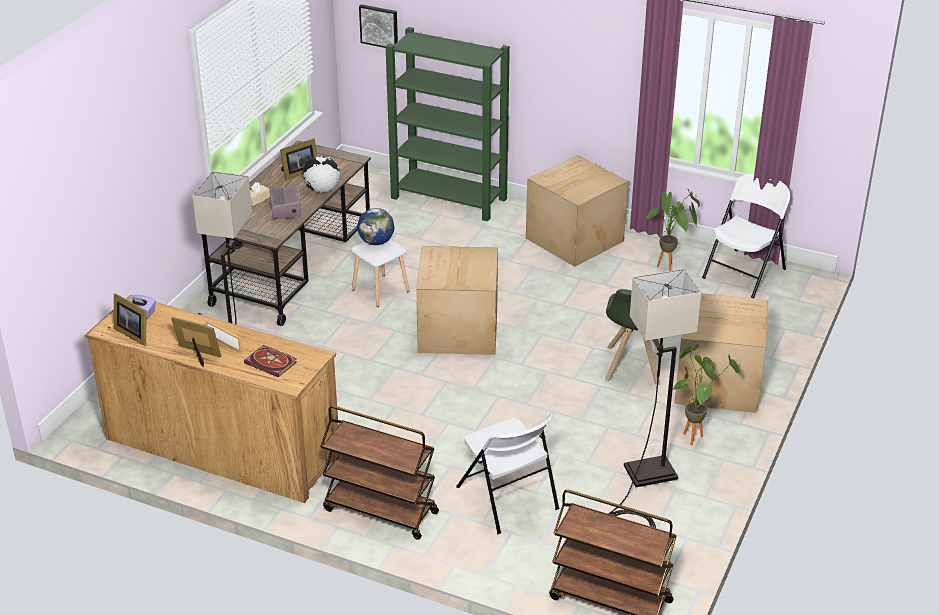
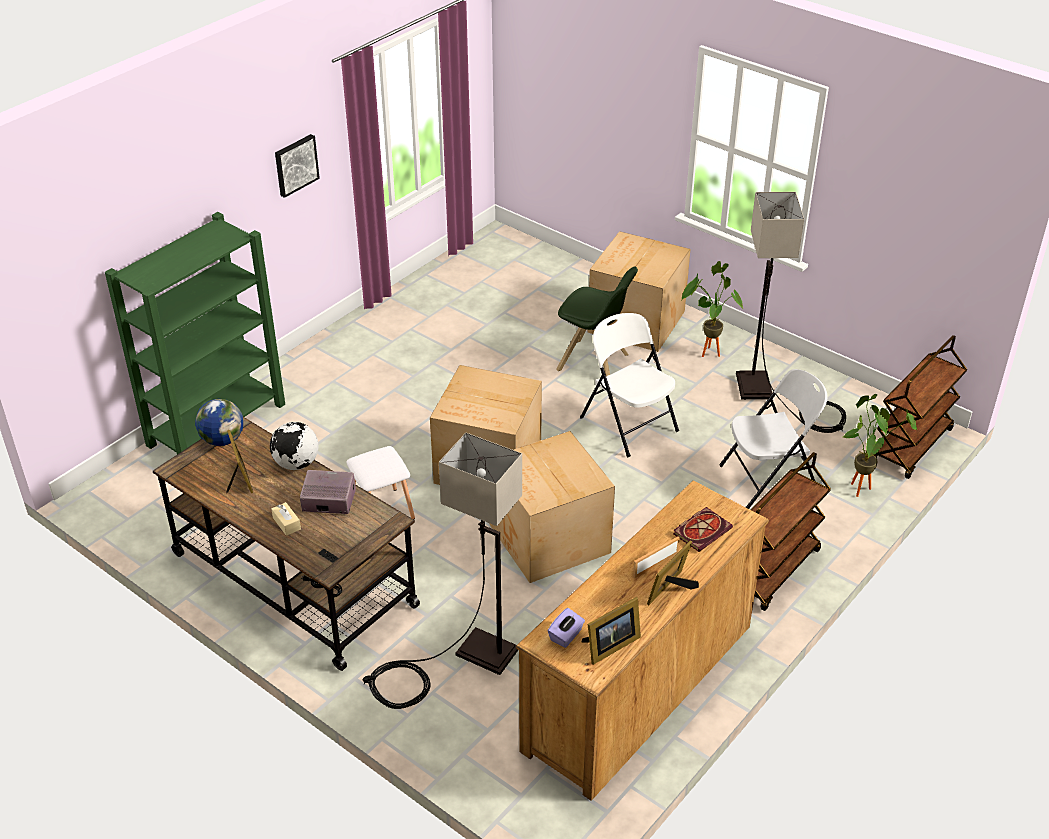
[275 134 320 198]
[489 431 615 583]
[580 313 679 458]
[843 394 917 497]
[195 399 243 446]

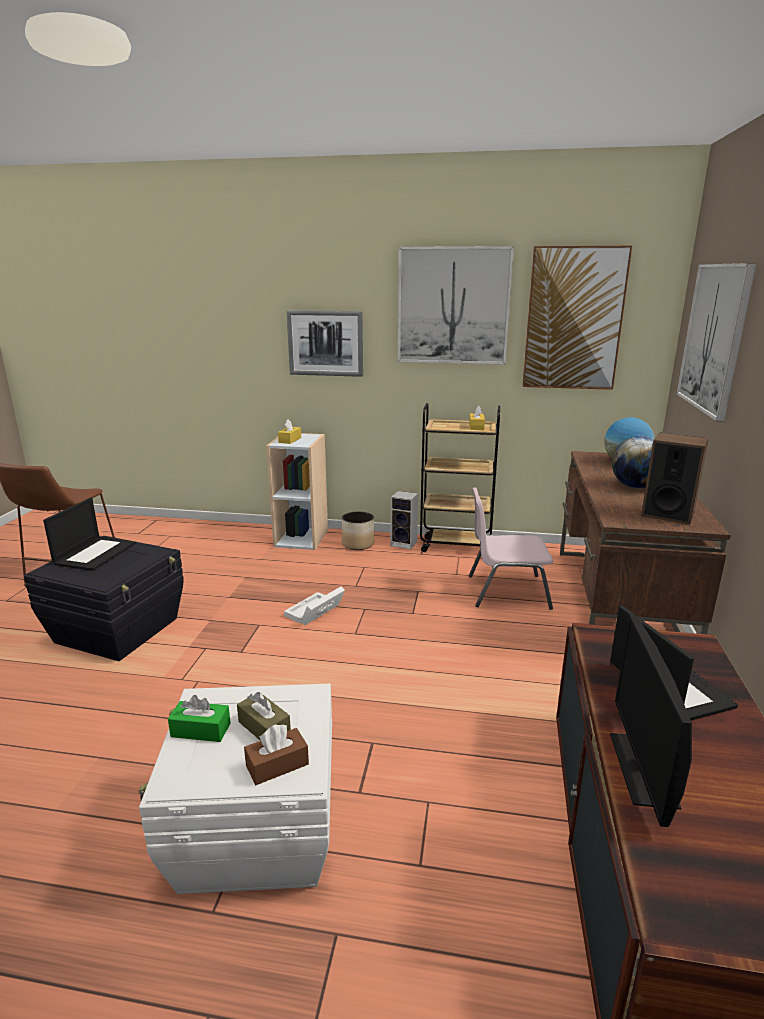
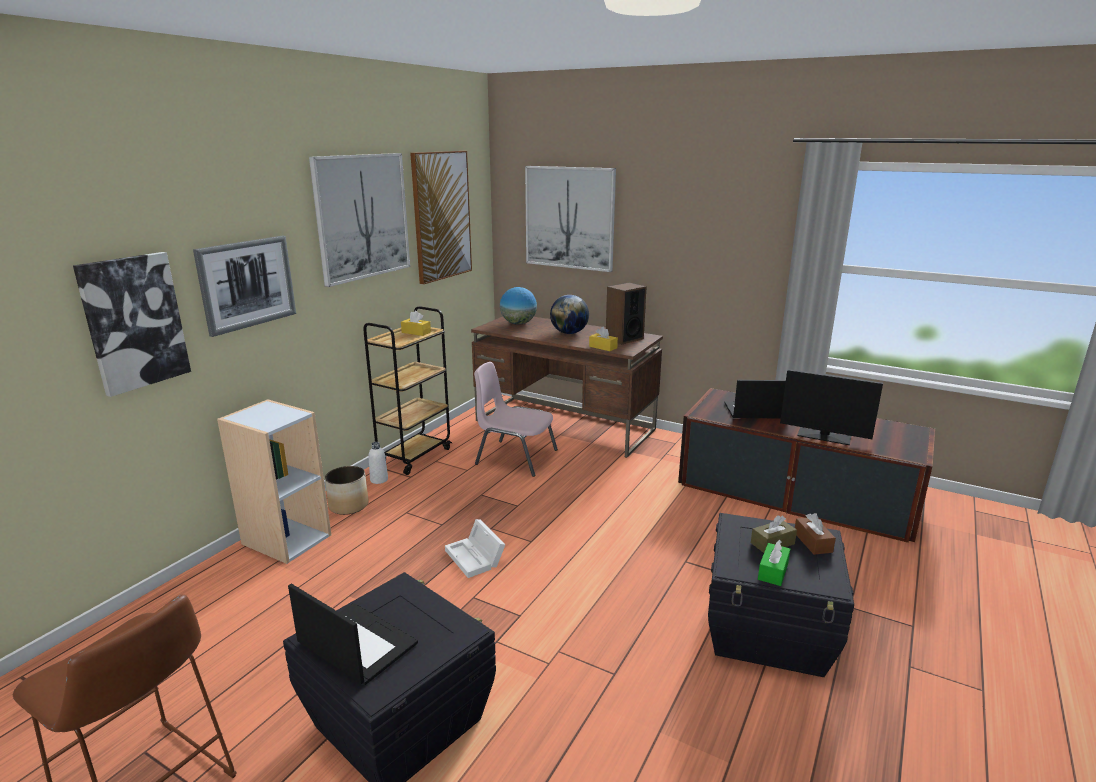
[589 327 618 351]
[474 362 558 477]
[368 442 388 484]
[708 513 854 677]
[73 252 191 397]

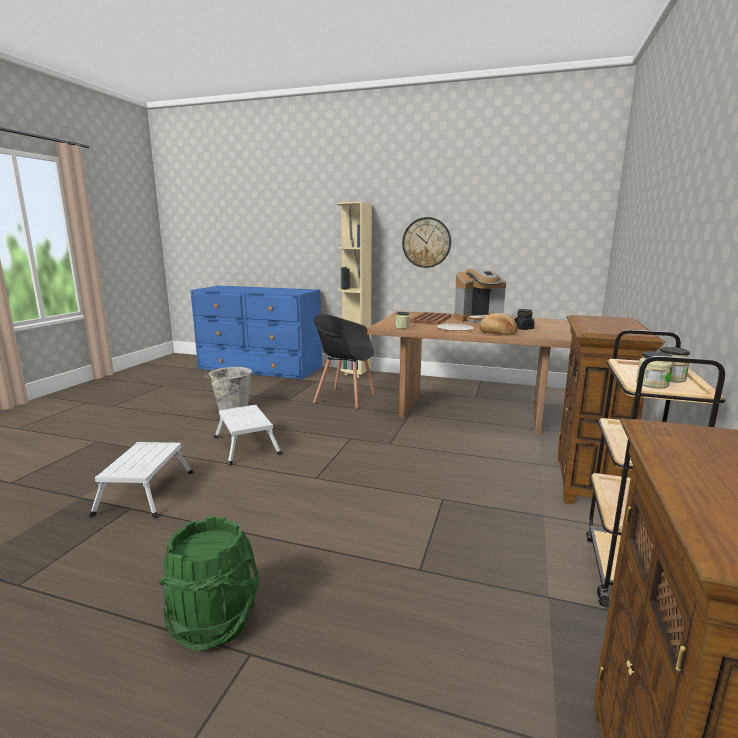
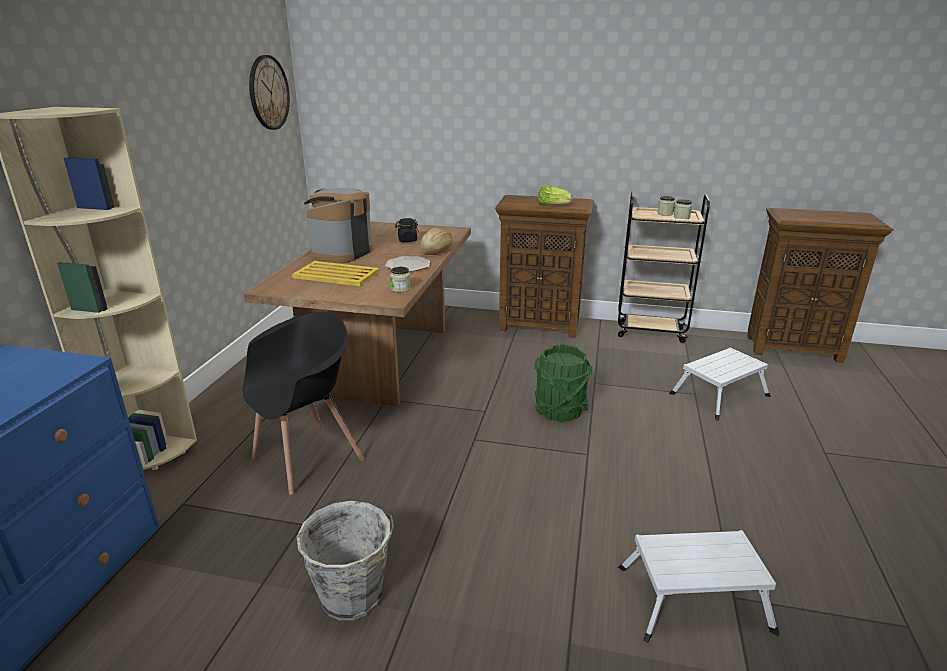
[249 55 290 130]
[304 188 373 263]
[292 261 379 286]
[243 312 365 495]
[669 348 771 421]
[534 344 592 422]
[538 185 573 205]

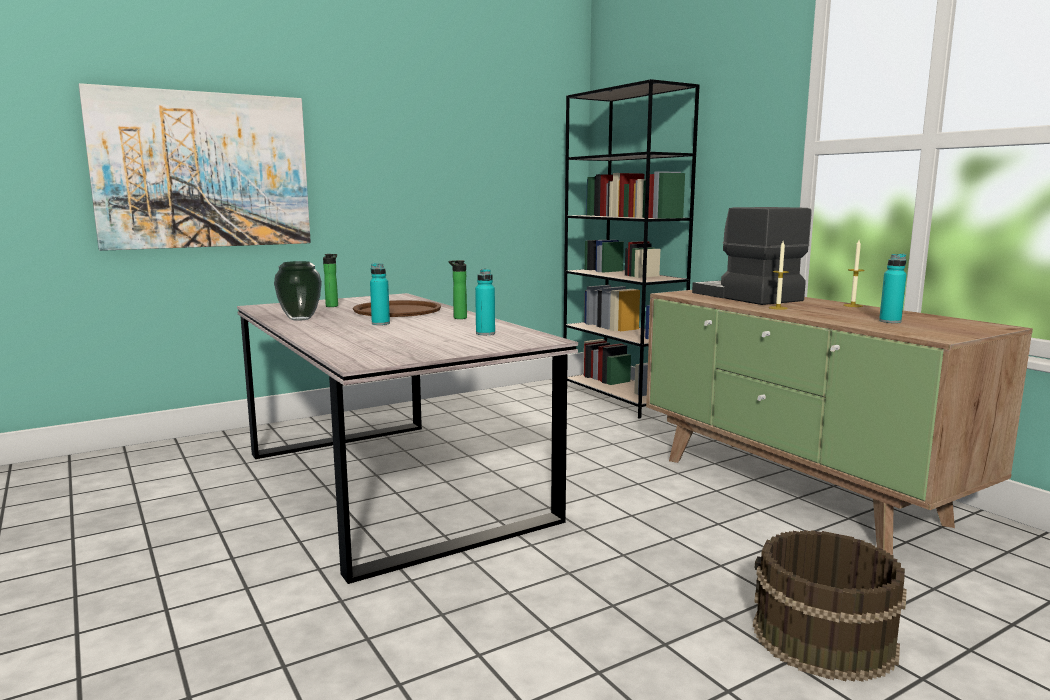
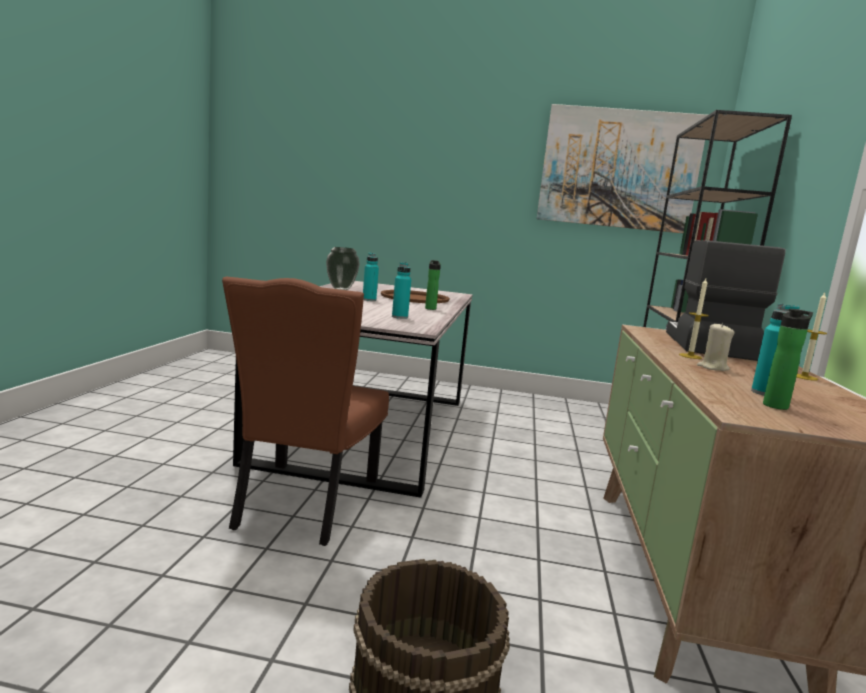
[536 104 708 233]
[763 309 813 410]
[222 277 389 546]
[697 323 734 371]

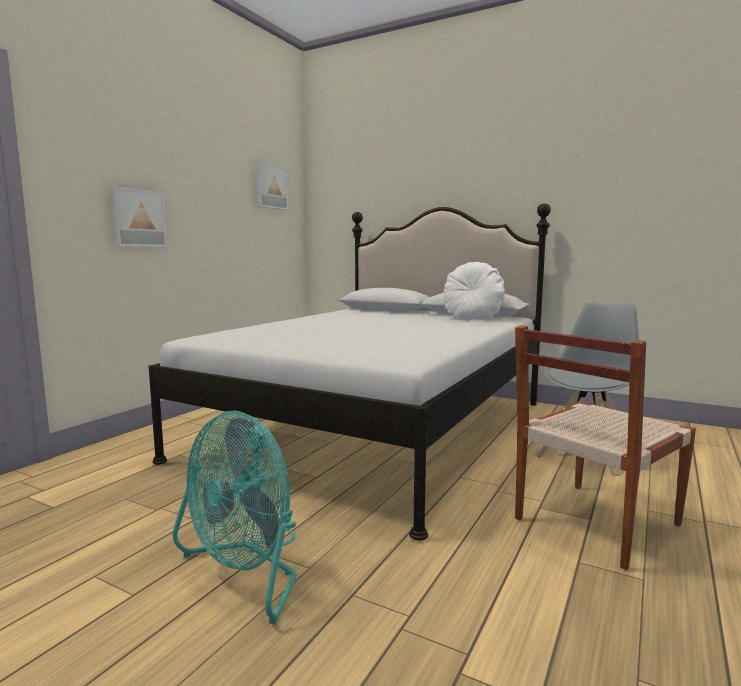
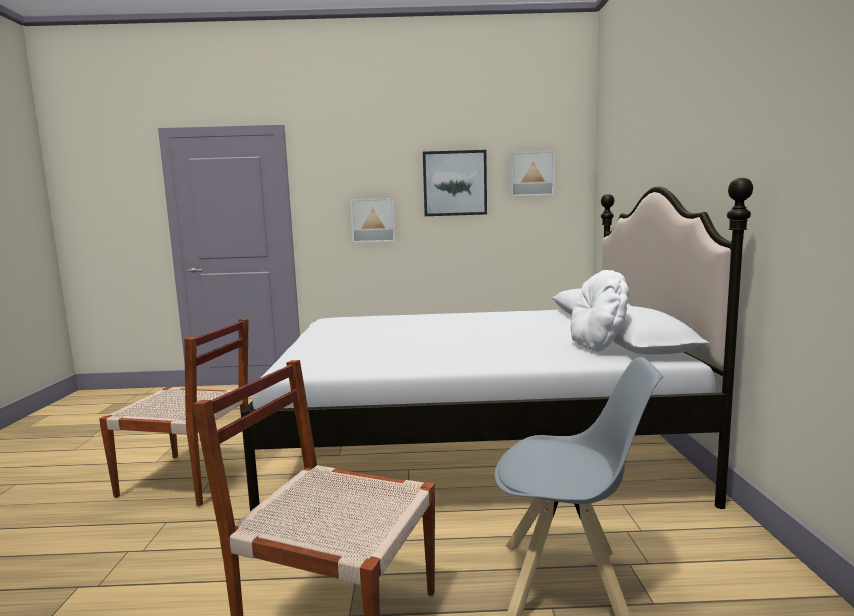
[99 318 249 506]
[423 150 487 216]

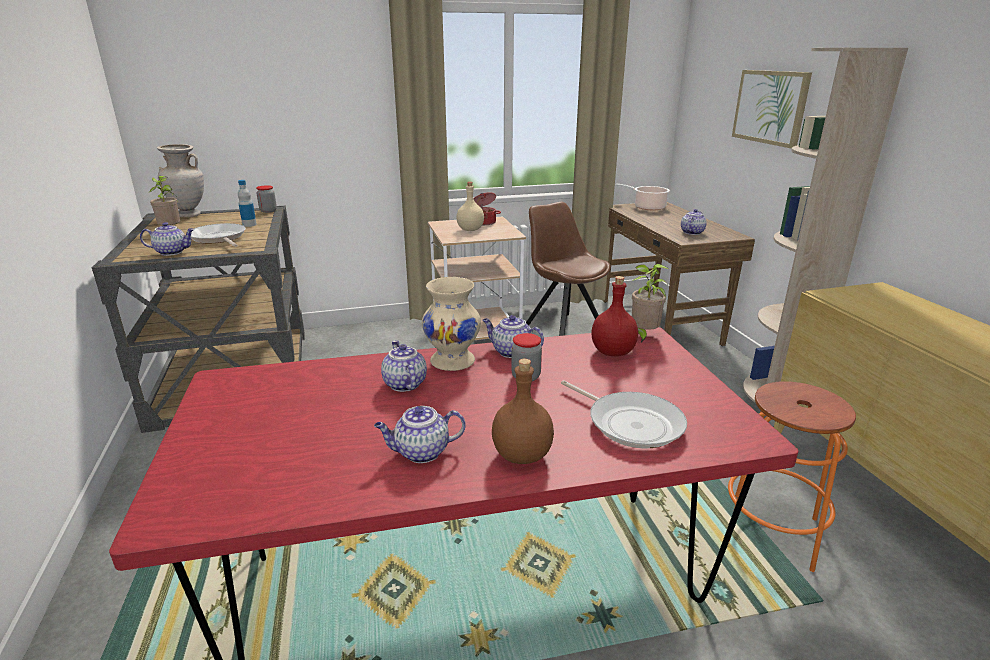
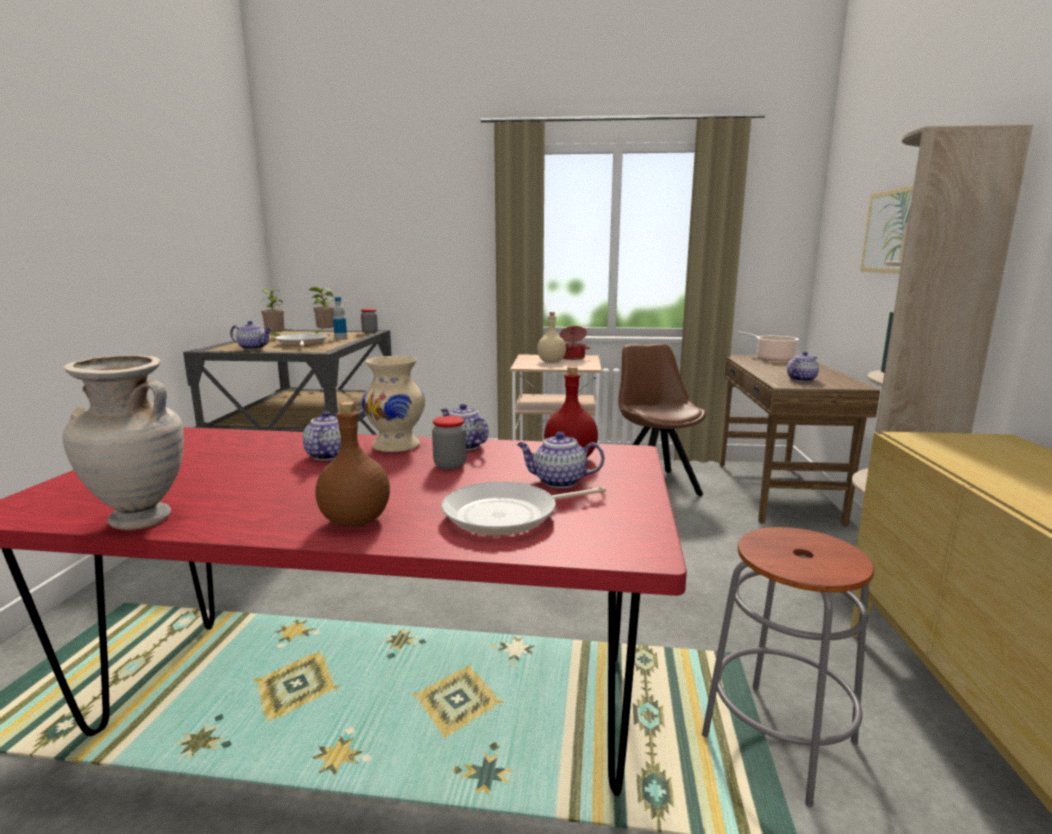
[62 355 184 530]
[308 287 334 333]
[441 482 606 536]
[702 527 874 808]
[517 432 604 488]

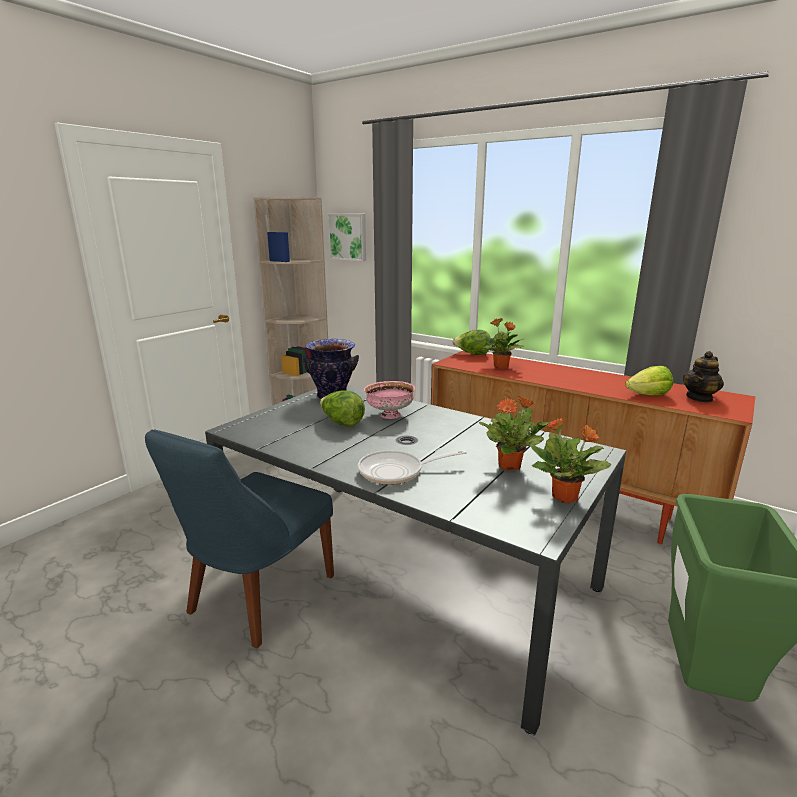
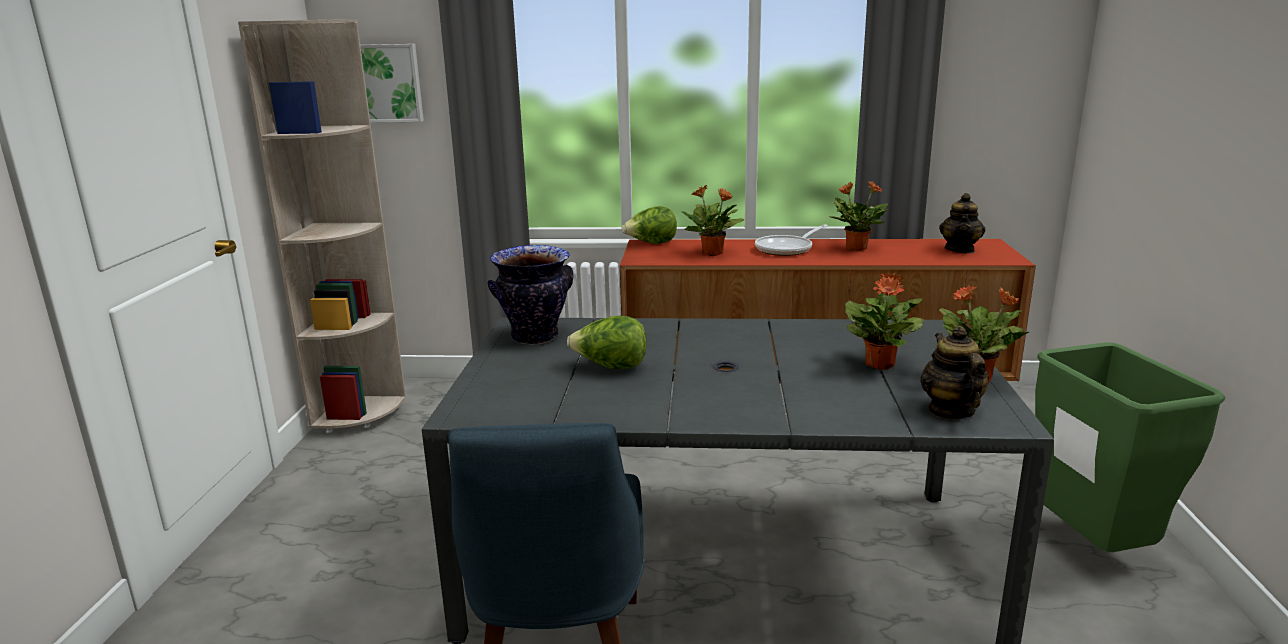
[625 366 673 395] (first image)
[364 381 415 419] (first image)
[755 224 828 256]
[829 181 888 251]
[920 326 989 419]

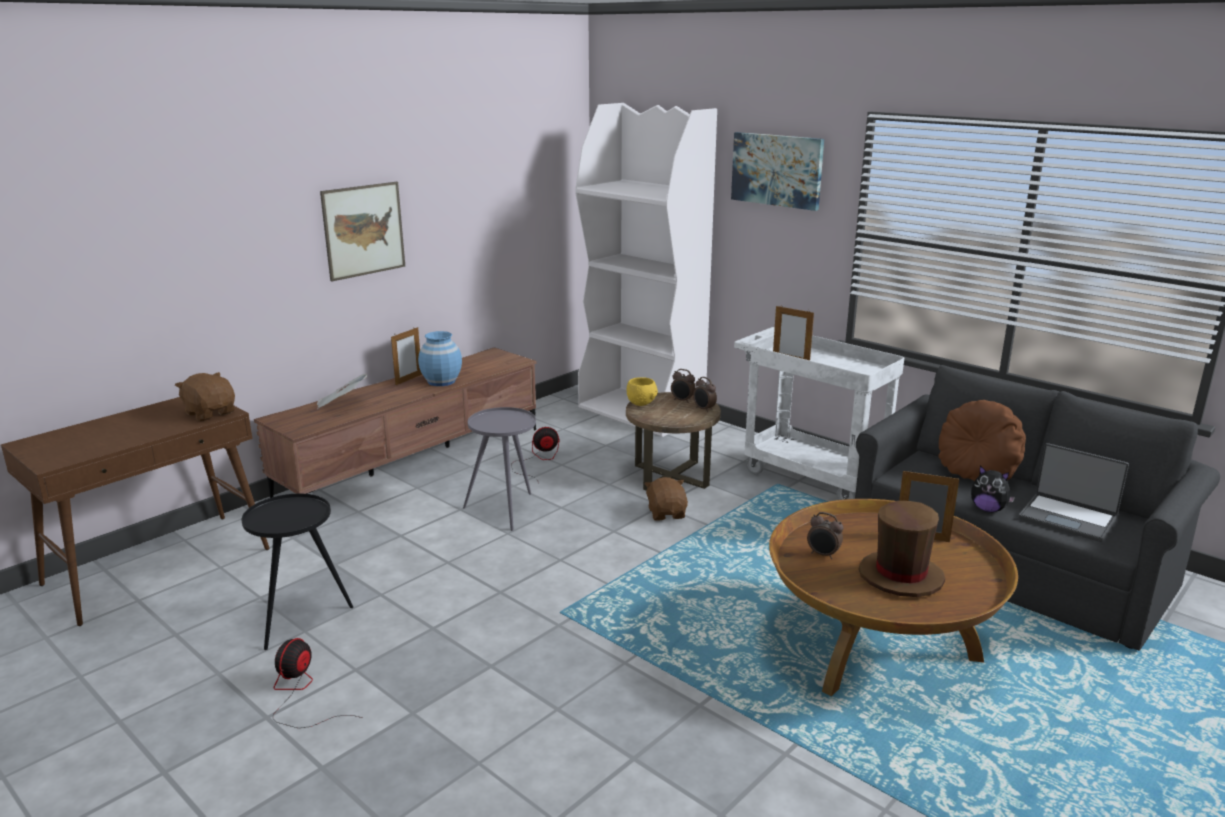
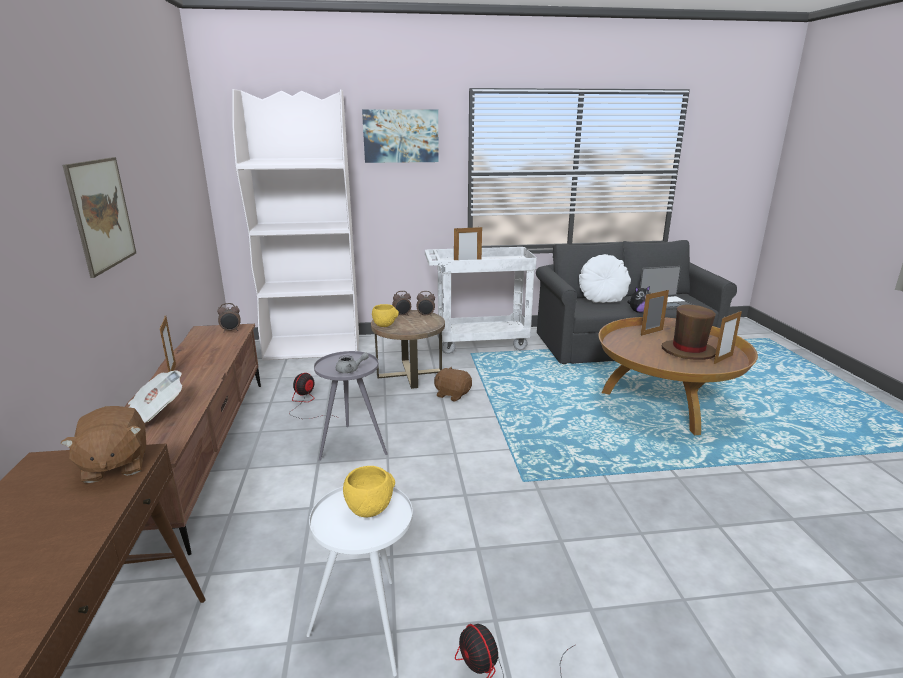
[418 331 462 386] (first image)
[60 406 146 483]
[579 254 631 303]
[306 486 413 677]
[217 303 241 332]
[714 310 742 364]
[336 352 369 373]
[343 466 395 517]

